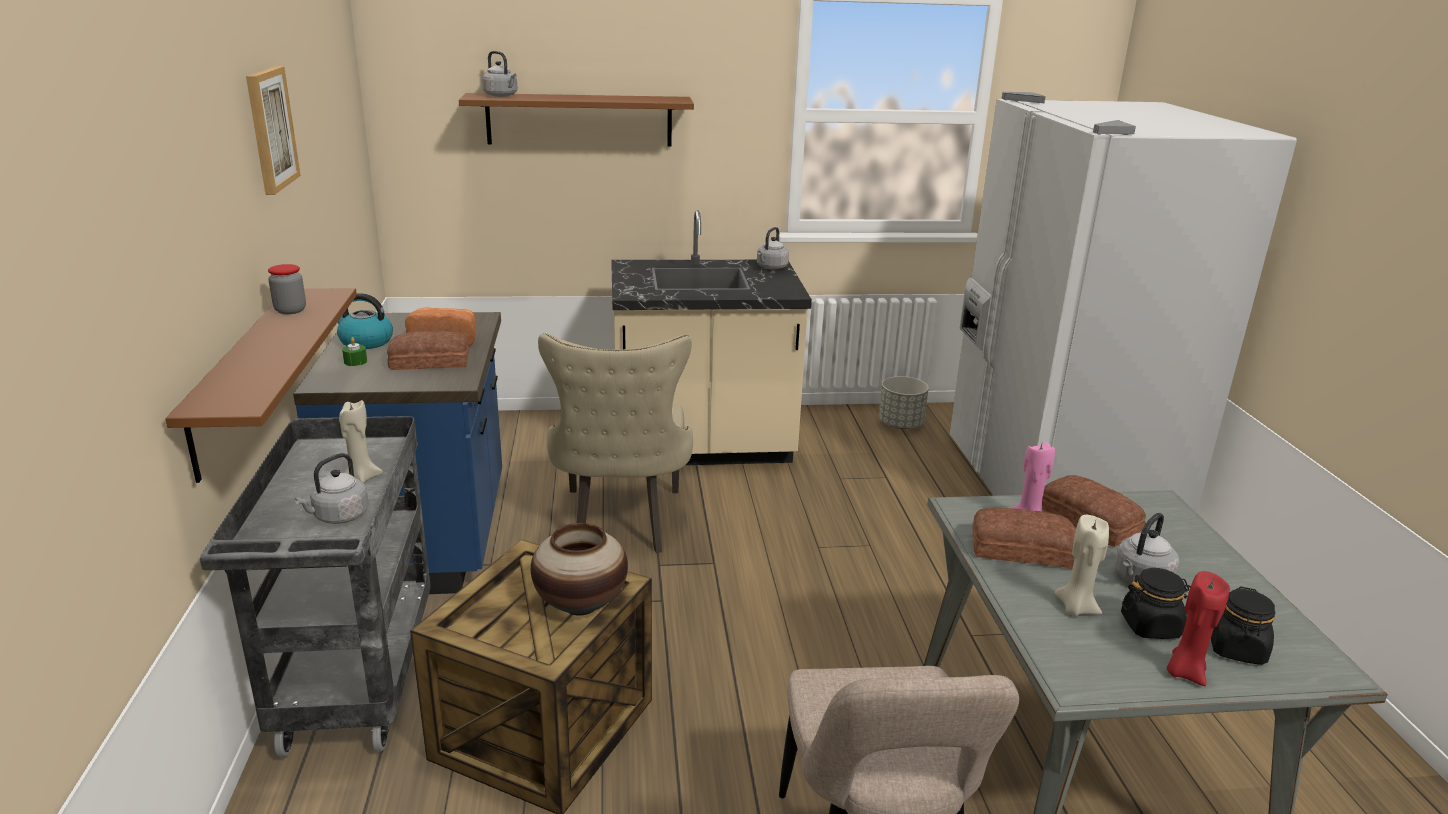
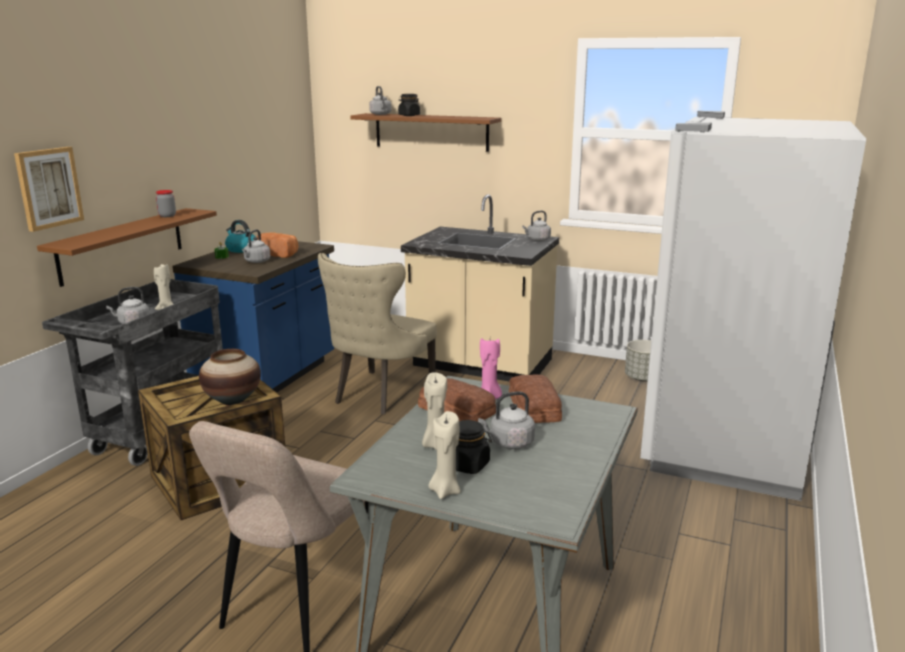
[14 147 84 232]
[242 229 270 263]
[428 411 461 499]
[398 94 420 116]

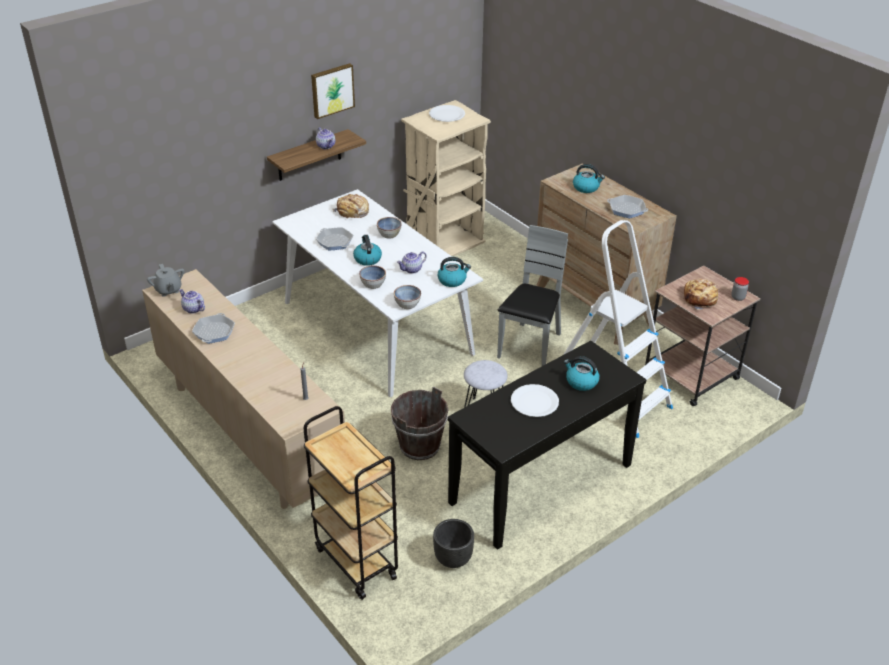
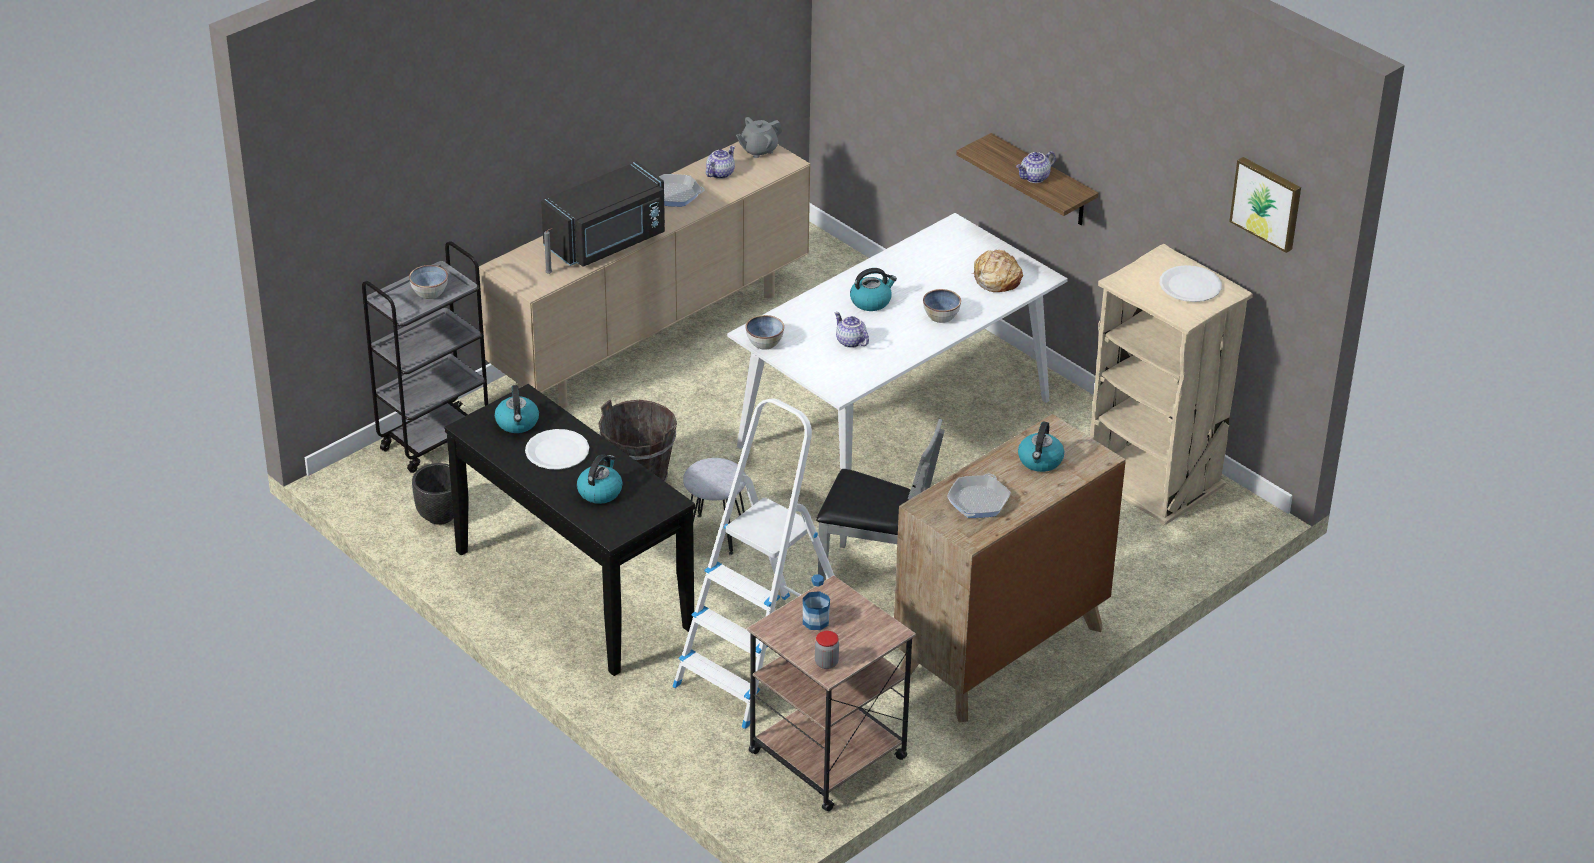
[1229 157 1301 253]
[316 227 353 250] (first image)
[495 385 539 433]
[409 265 448 299]
[803 574 830 630]
[362 241 488 473]
[541 161 665 267]

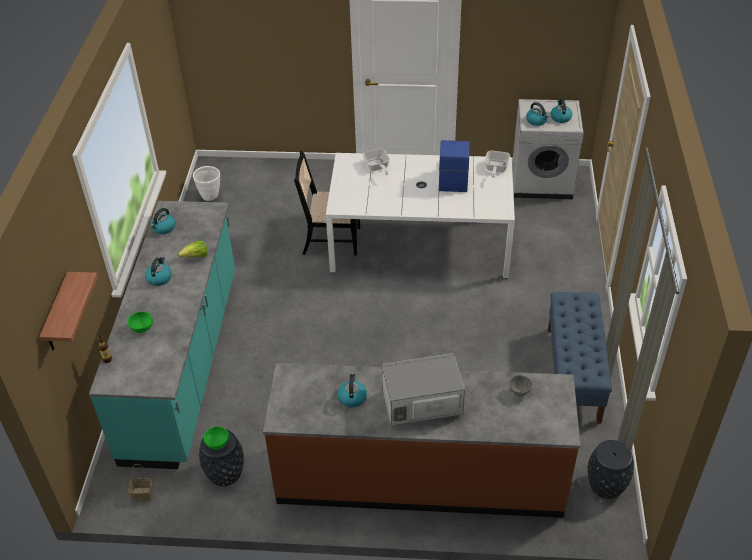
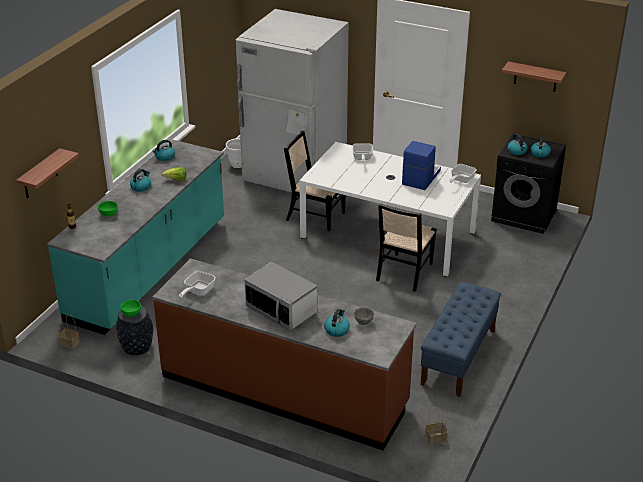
[491 134 566 234]
[244 262 317 331]
[324 309 350 337]
[425 407 448 445]
[235 9 349 192]
[502 61 567 92]
[376 203 437 292]
[179 271 216 298]

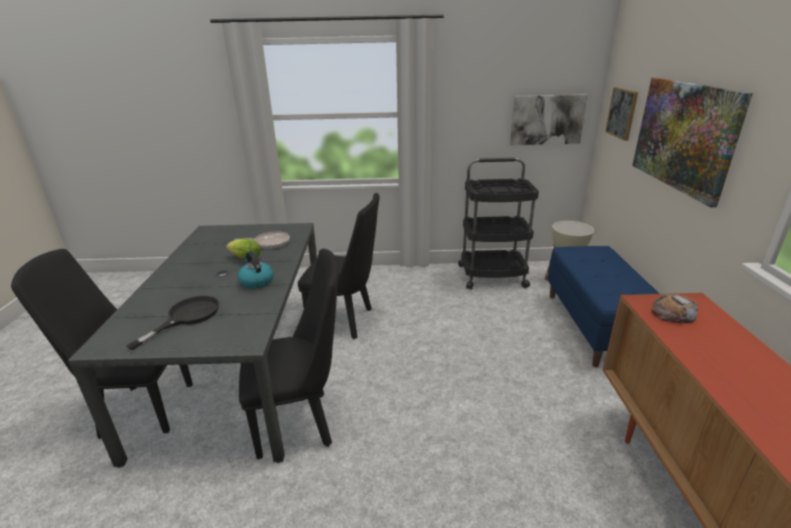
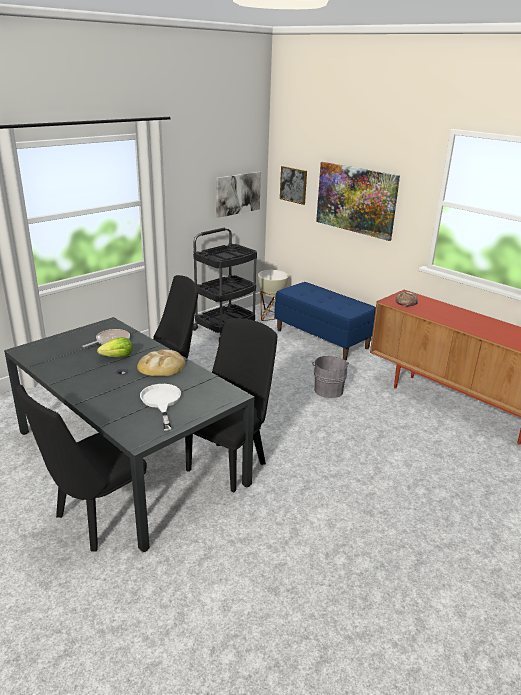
[137 349 185 376]
[140 384 181 431]
[312 356 349 398]

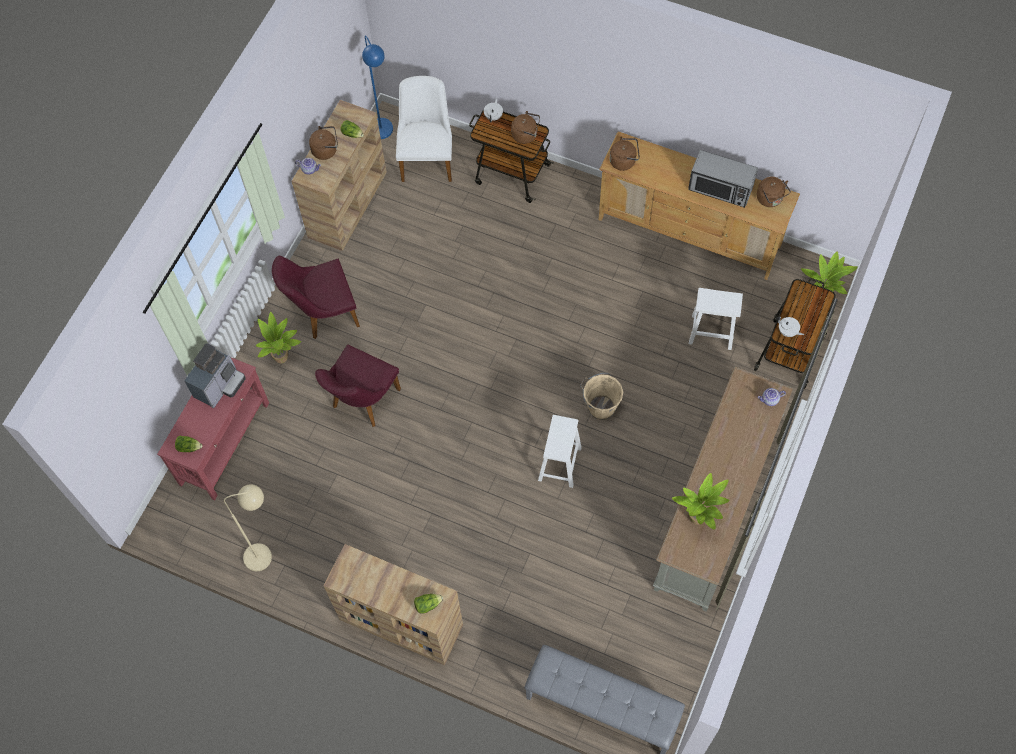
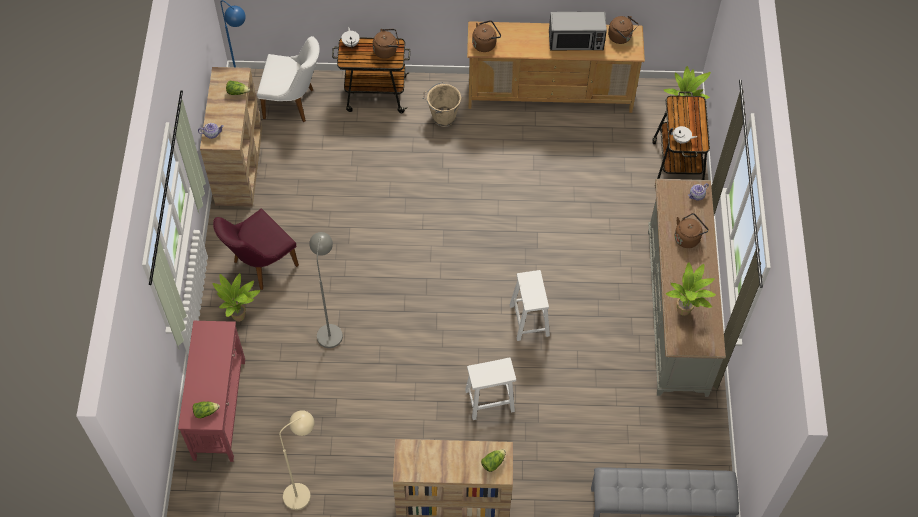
[257 36 319 122]
[675 213 709 248]
[465 358 516 420]
[185 343 246 408] (first image)
[309 232 343 348]
[423 82 461 127]

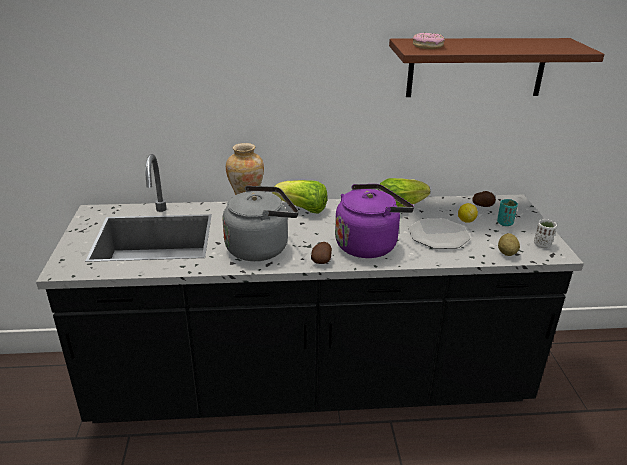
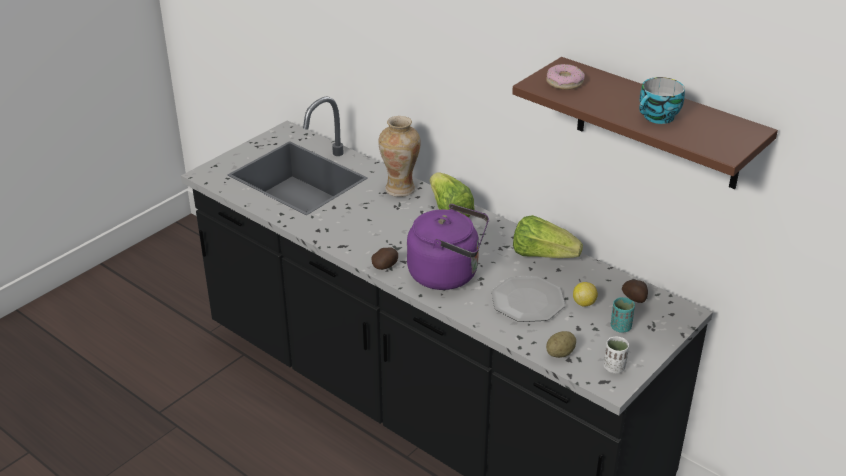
[223 186 299 261] (first image)
[639 77 685 124]

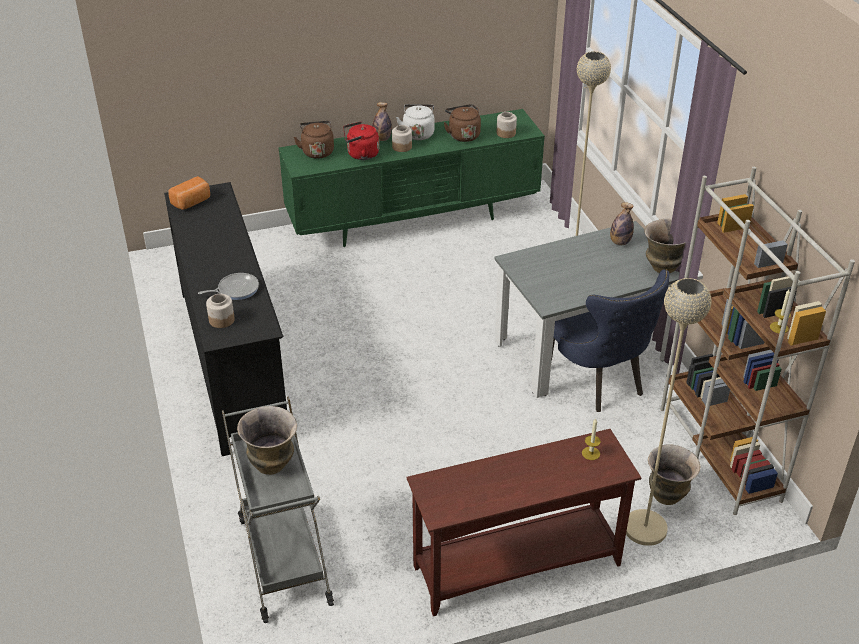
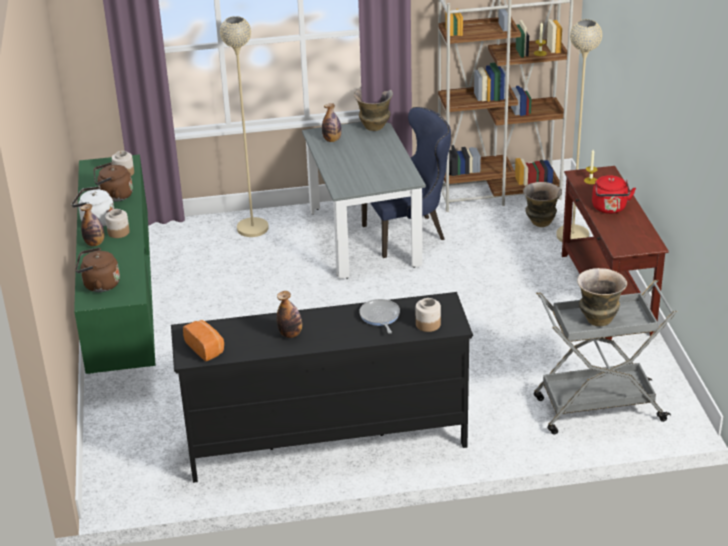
[592 175 636 214]
[277 291 302 338]

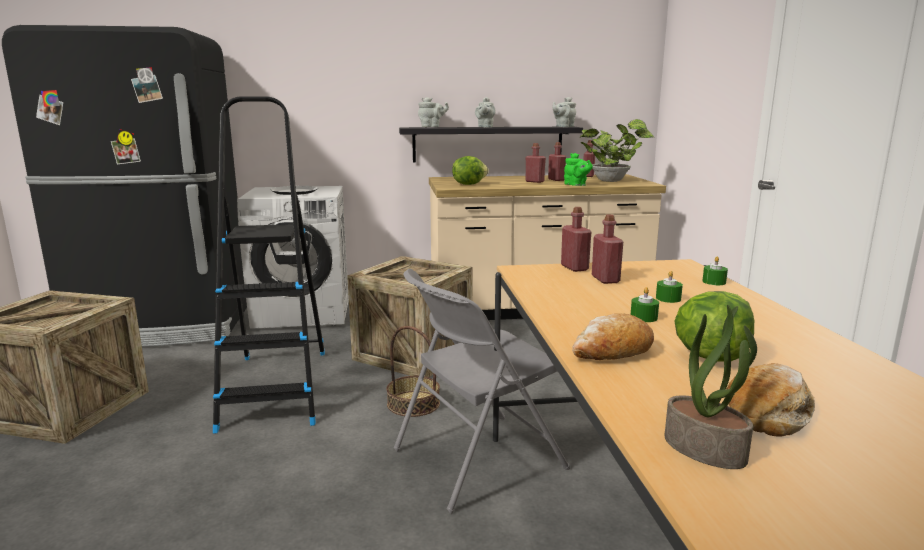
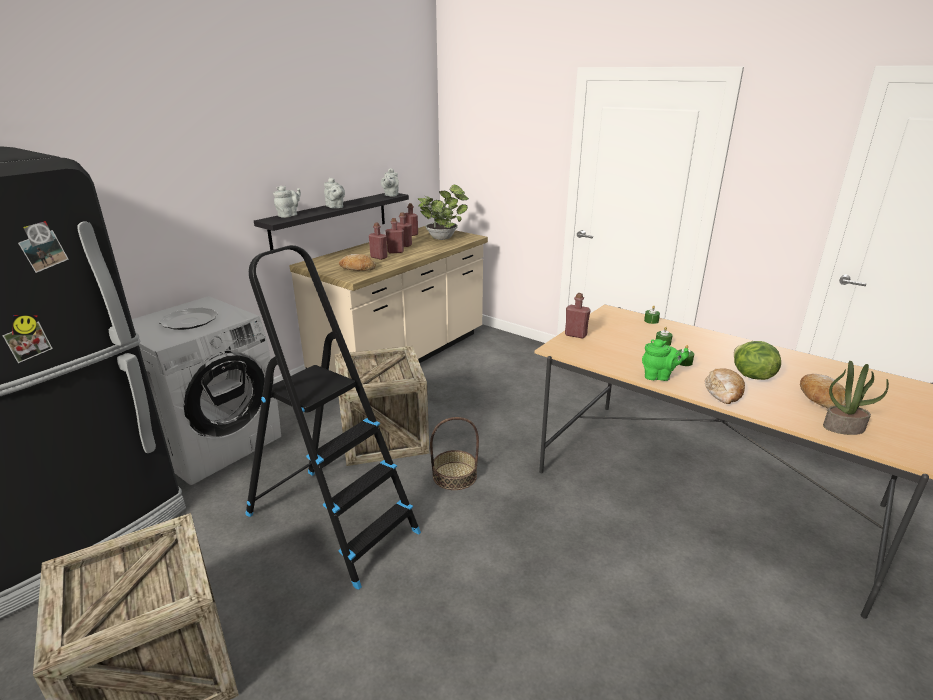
[642 339 689 381]
[339 254 376 271]
[369 223 388 260]
[394 269 570 514] (first image)

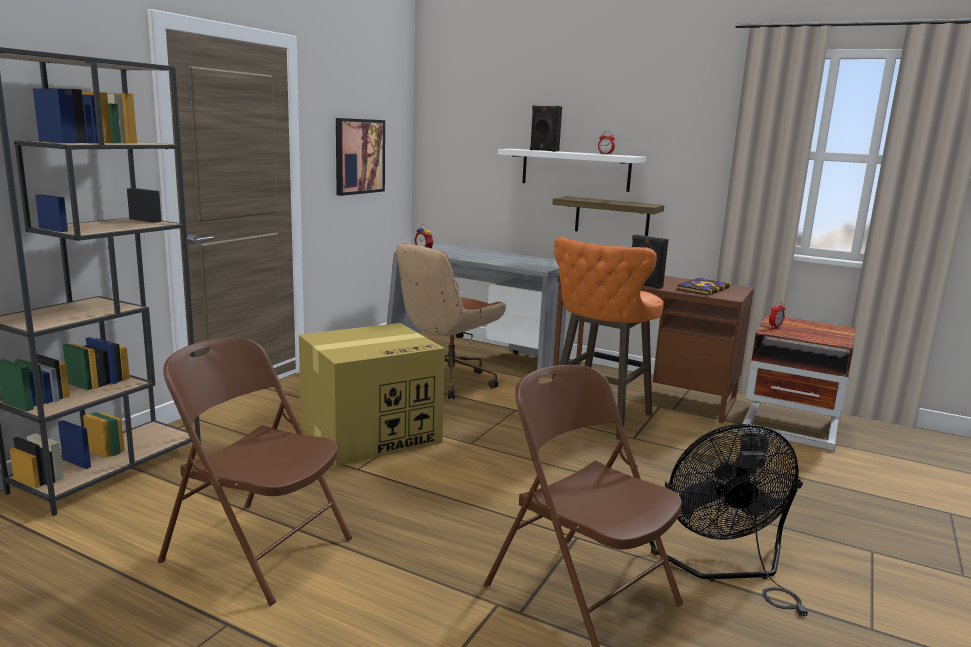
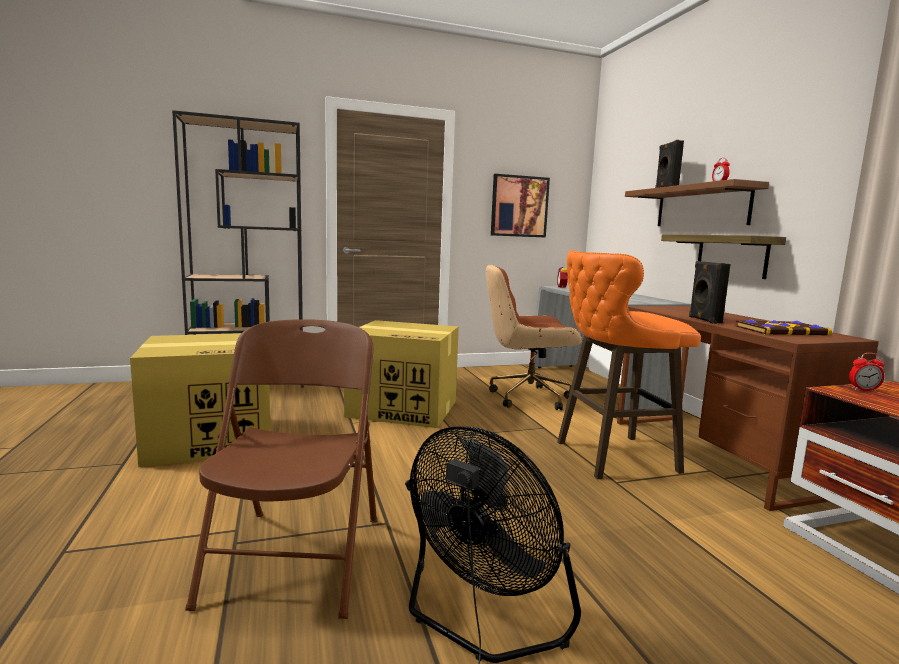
[625 179 769 226]
[130 333 271 467]

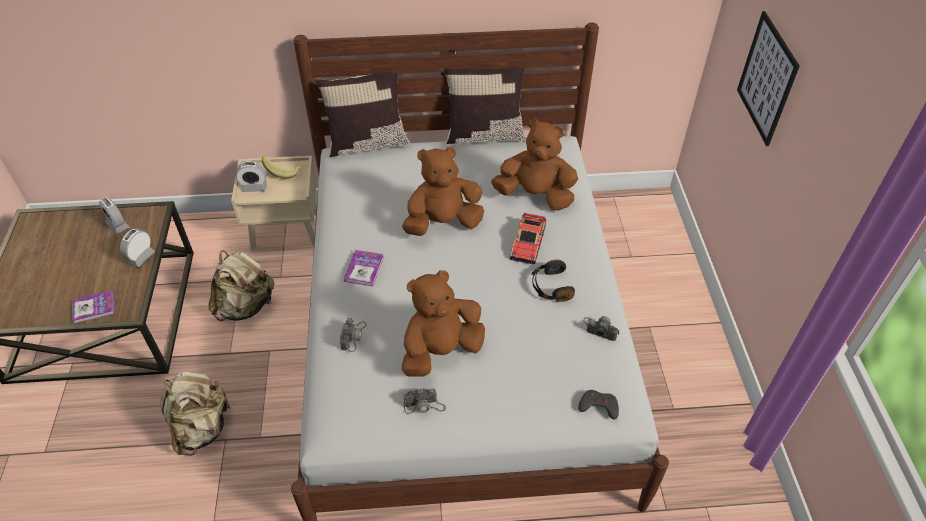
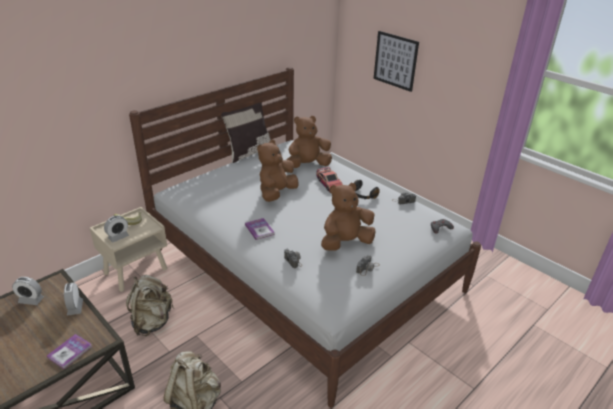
[316 73 410 157] (first image)
[321 183 376 251]

